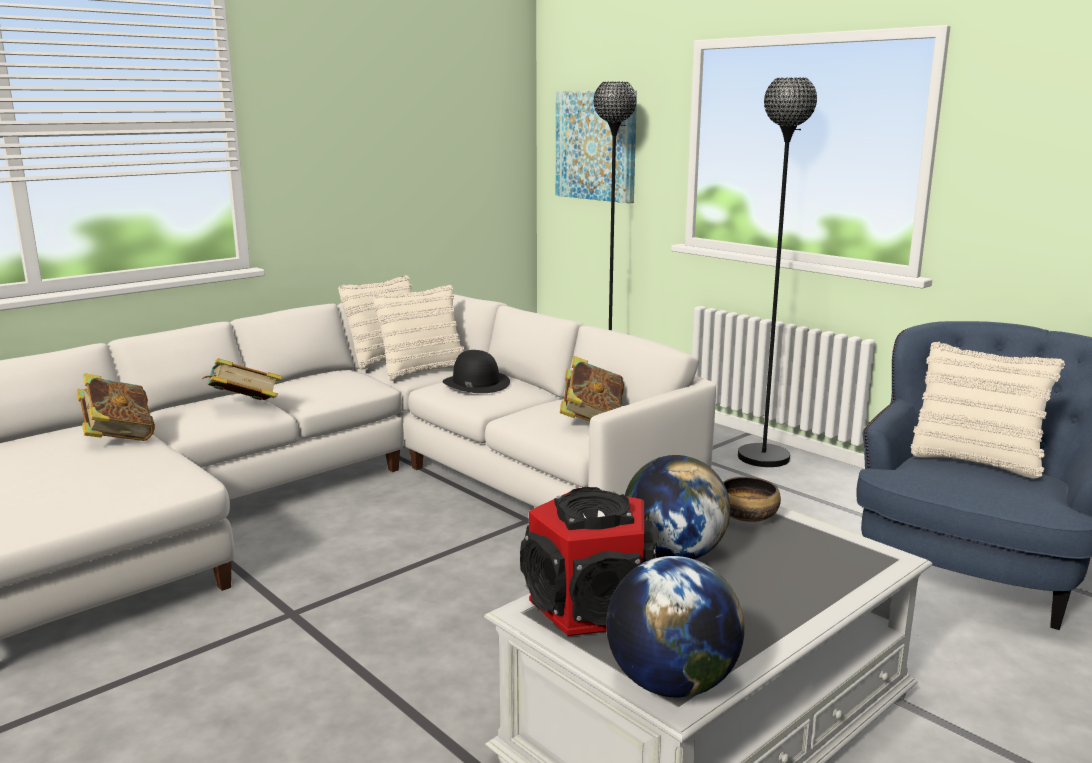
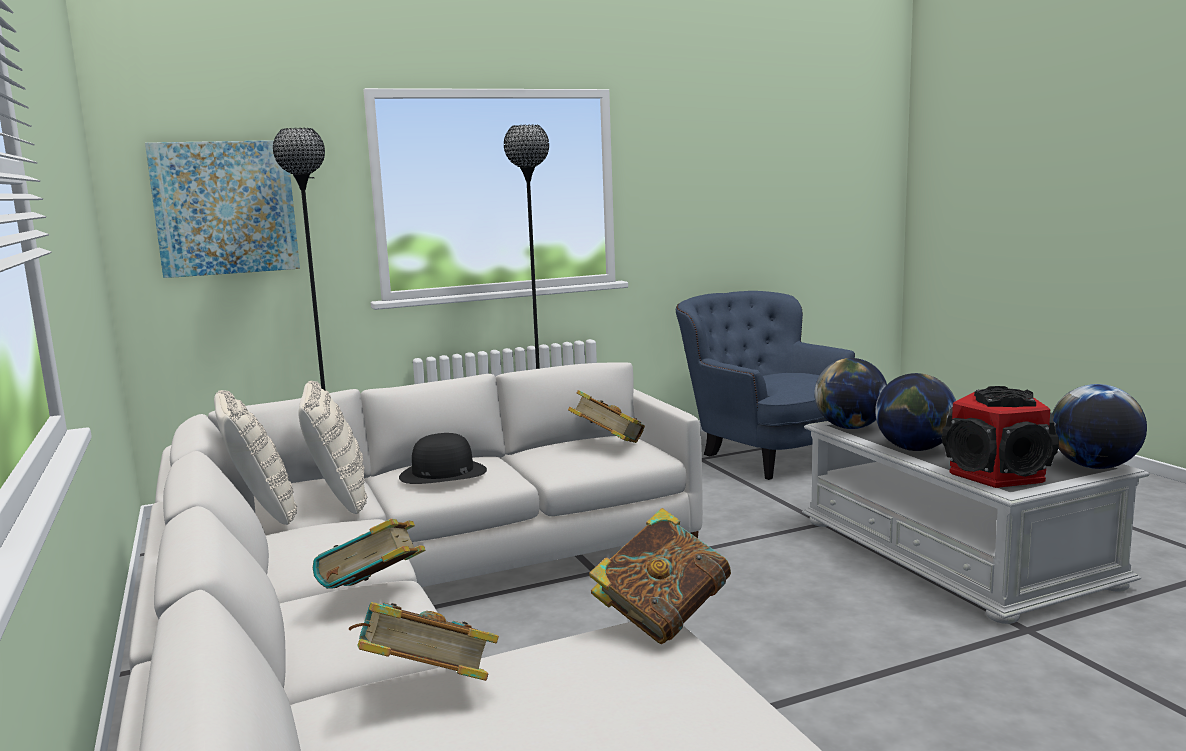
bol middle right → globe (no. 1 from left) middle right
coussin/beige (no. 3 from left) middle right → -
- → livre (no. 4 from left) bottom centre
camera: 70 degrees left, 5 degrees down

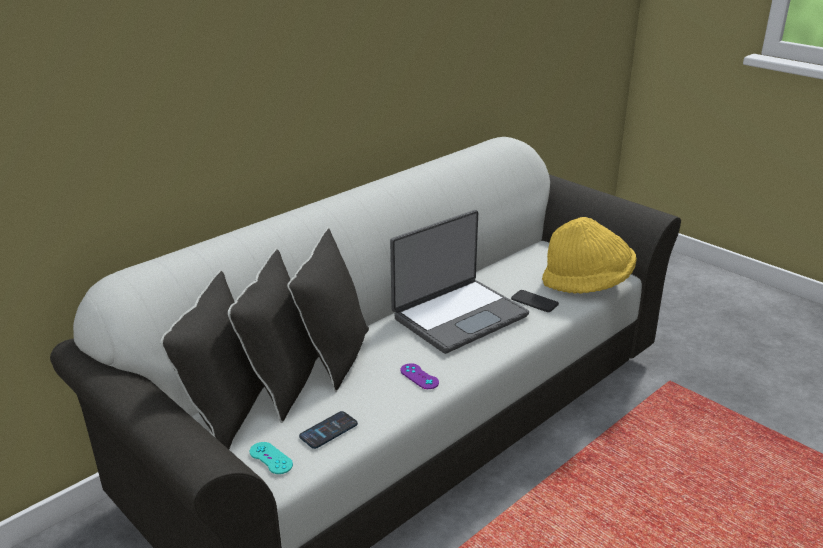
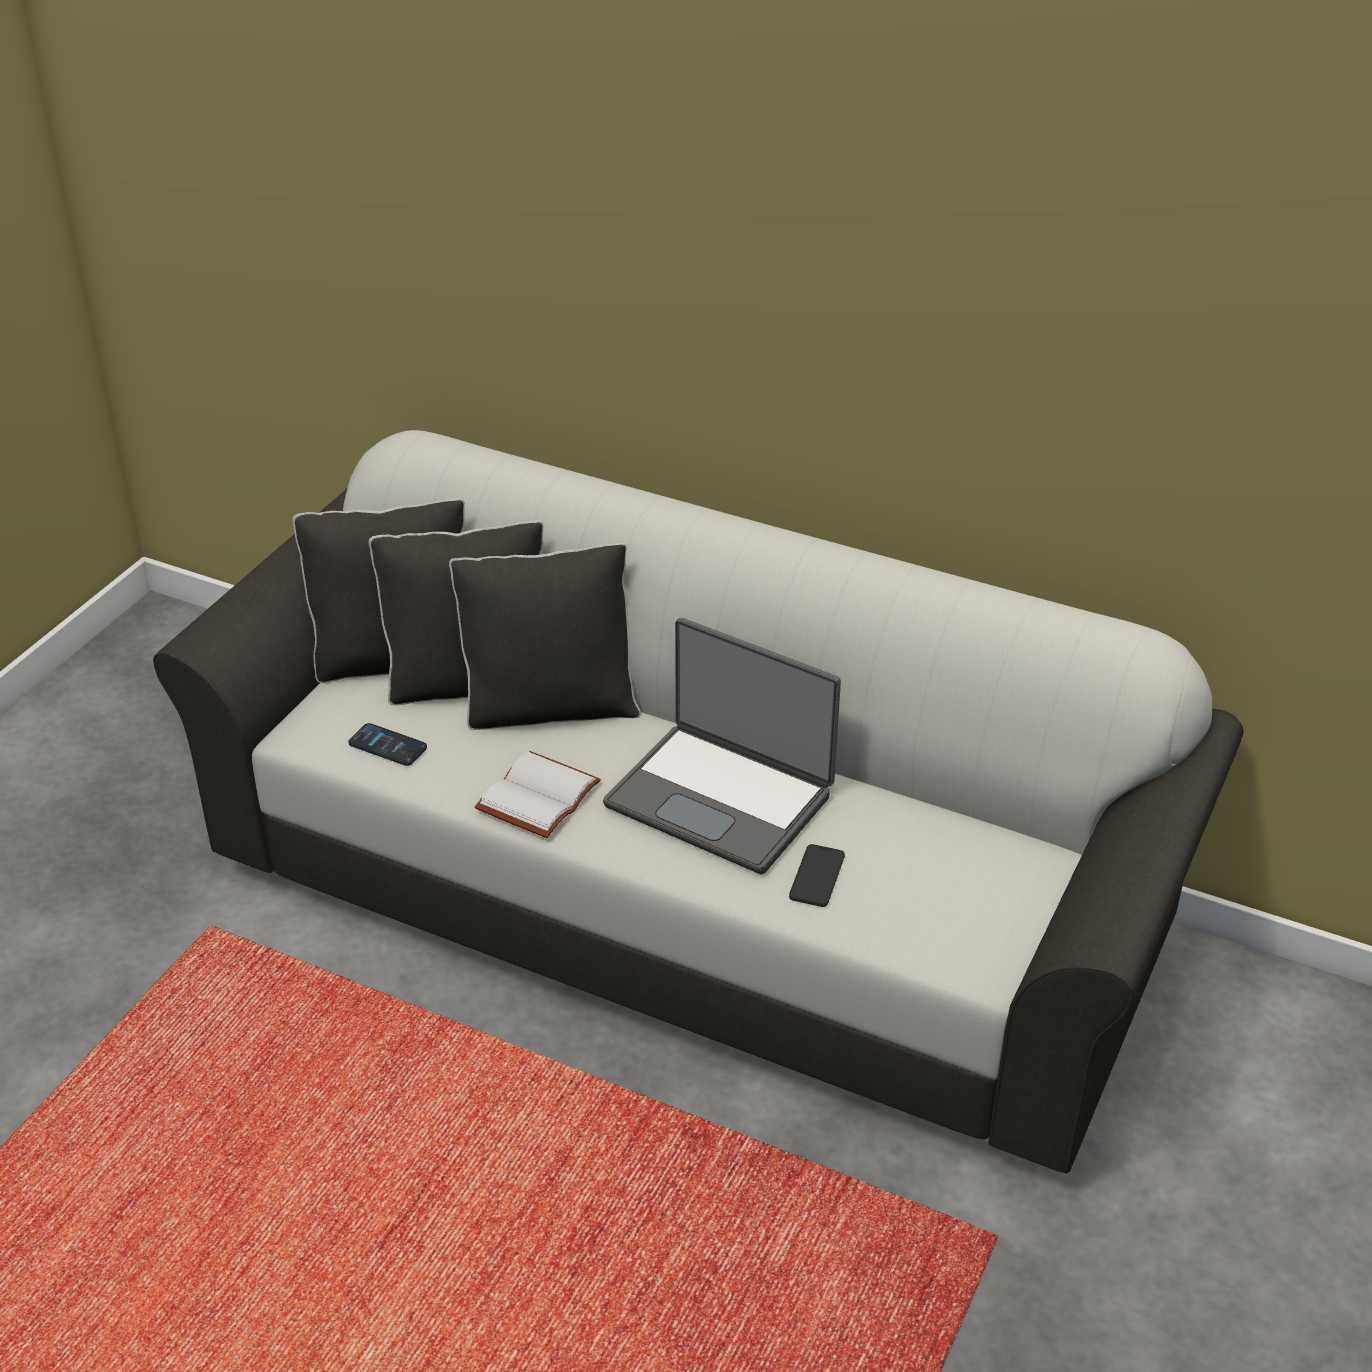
manette/turquoise bottom left → -
manette/violet bottom centre → livre/blanc centre
chapeau/jaune middle right → -
camera: 70 degrees right, 10 degrees up

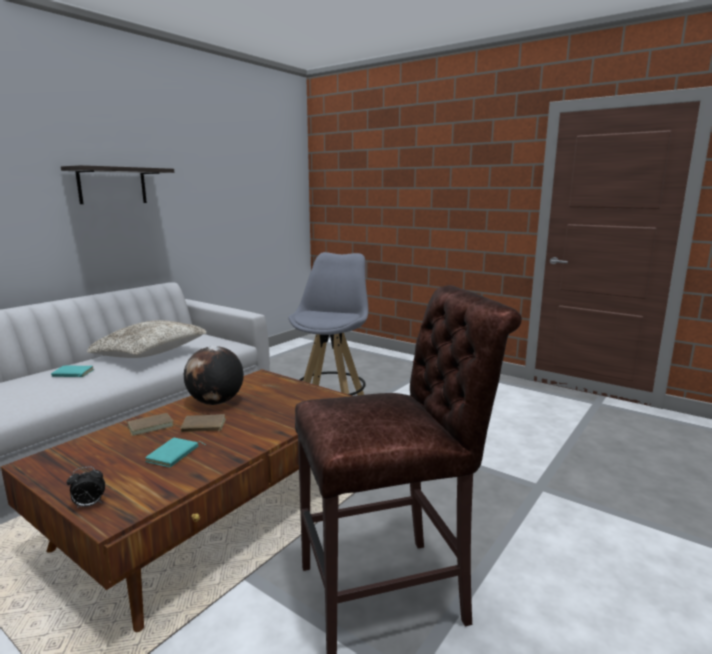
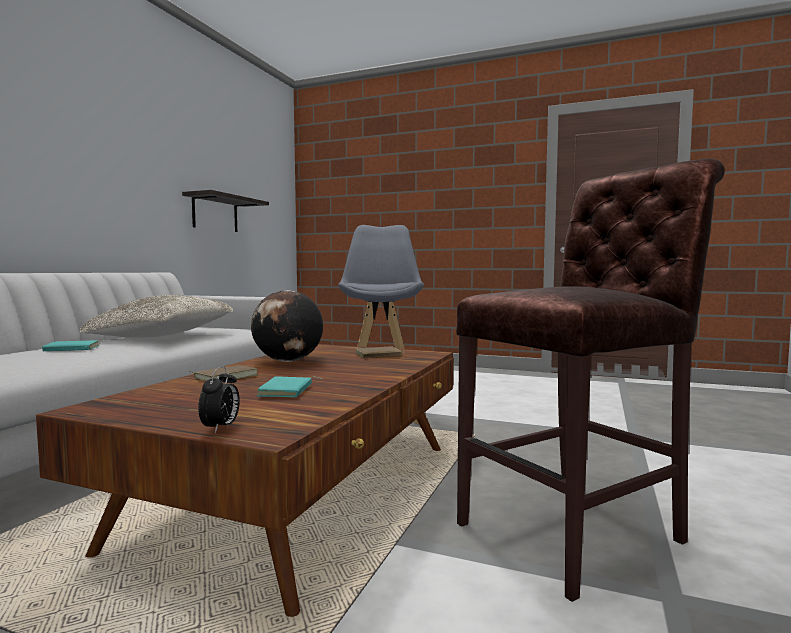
étagère top left → étagère middle left, relocated
réveil bottom left → réveil middle left, 45 degrees counterclockwise
livre/marron (no. 2 from left) middle left → livre/marron (no. 2 from left) centre, relocated
camera: 15 degrees left, 10 degrees down

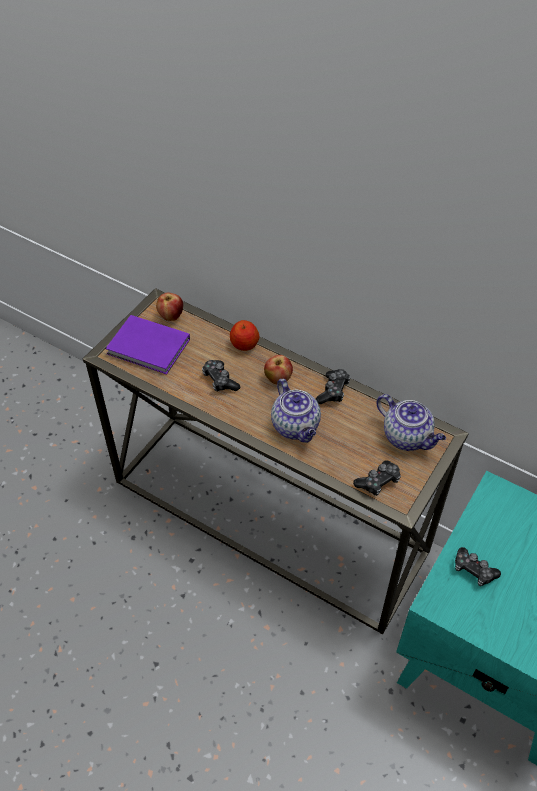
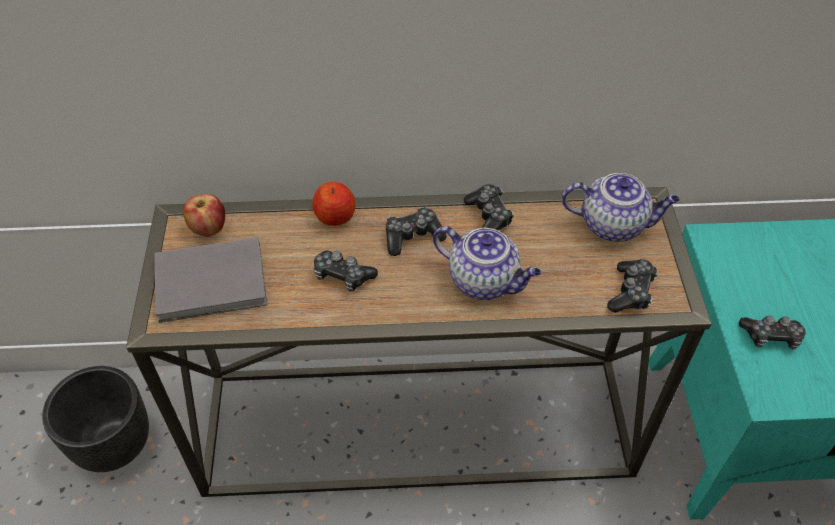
livre/violet middle left → livre/gris middle left
pomme (no. 3 from left) centre → manette (no. 2 from left) centre
- → cache-pot/noir bottom left
camera: 35 degrees left, 0 degrees up

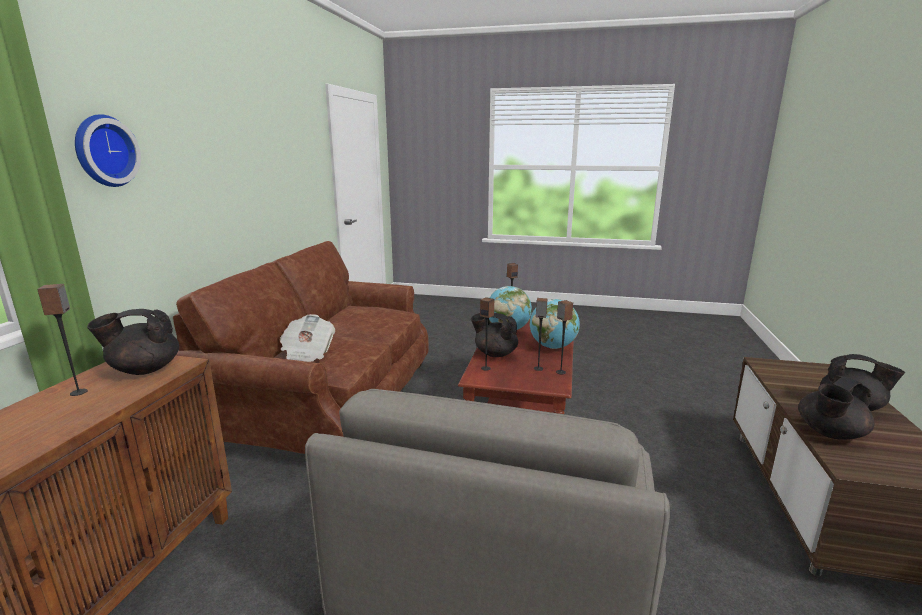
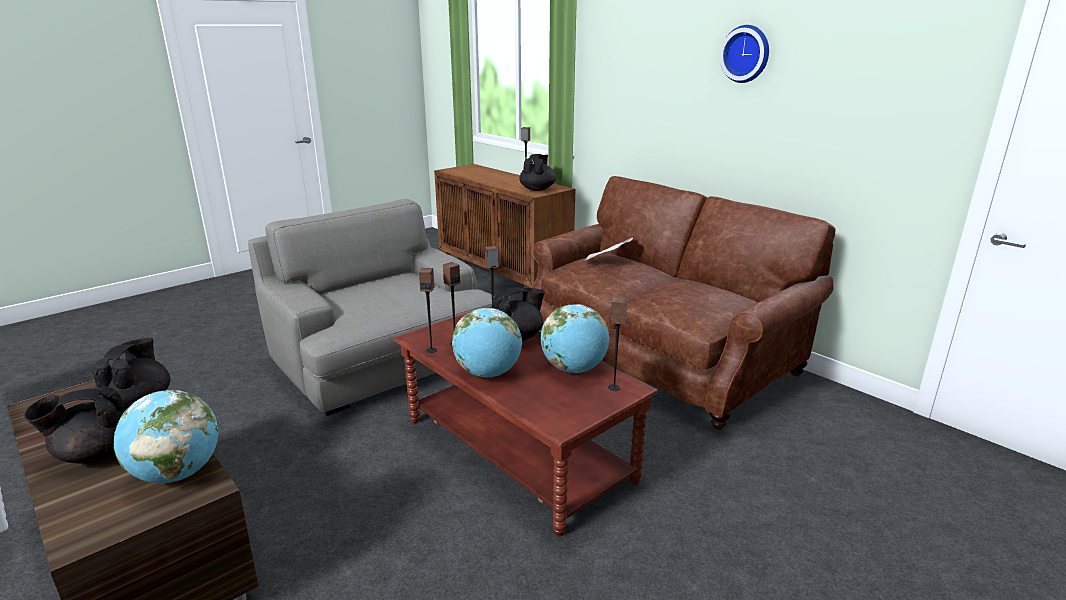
horloge murale top left → horloge murale top right, relocated
- → globe (no. 1 from left) bottom left
camera: 125 degrees right, 5 degrees up

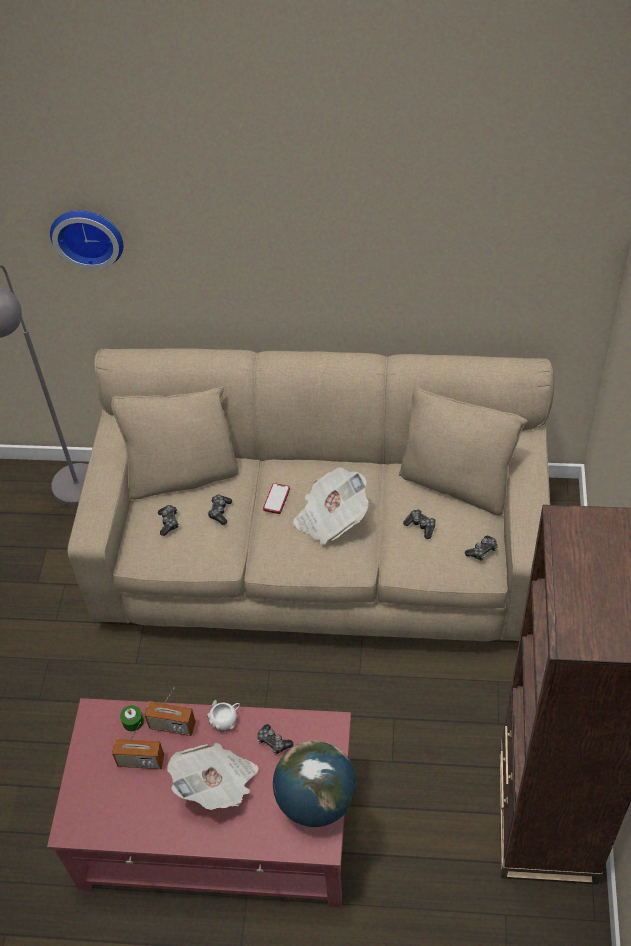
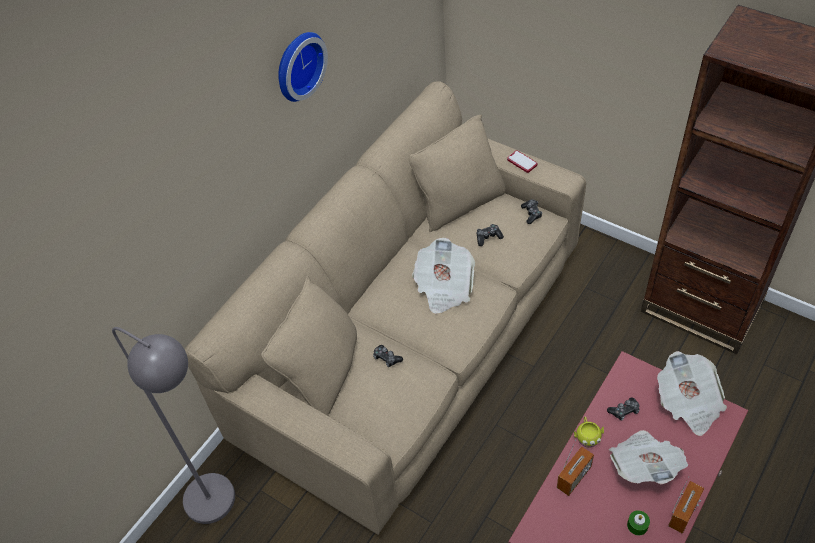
horloge murale top left → horloge murale top centre, relocated
radio (no. 1 from left in the first image) bottom left → radio (no. 2 from left) bottom right, relocated
bougie/vert bottom left → bougie/vert bottom right, relocated
manette (no. 1 from left) middle left → -
mug/blanc bottom centre → mug/jaune bottom right
téléphone centre → téléphone top centre, relocated
globe bottom centre → journal (no. 3 from left) bottom right
camera: 60 degrees left, 0 degrees up

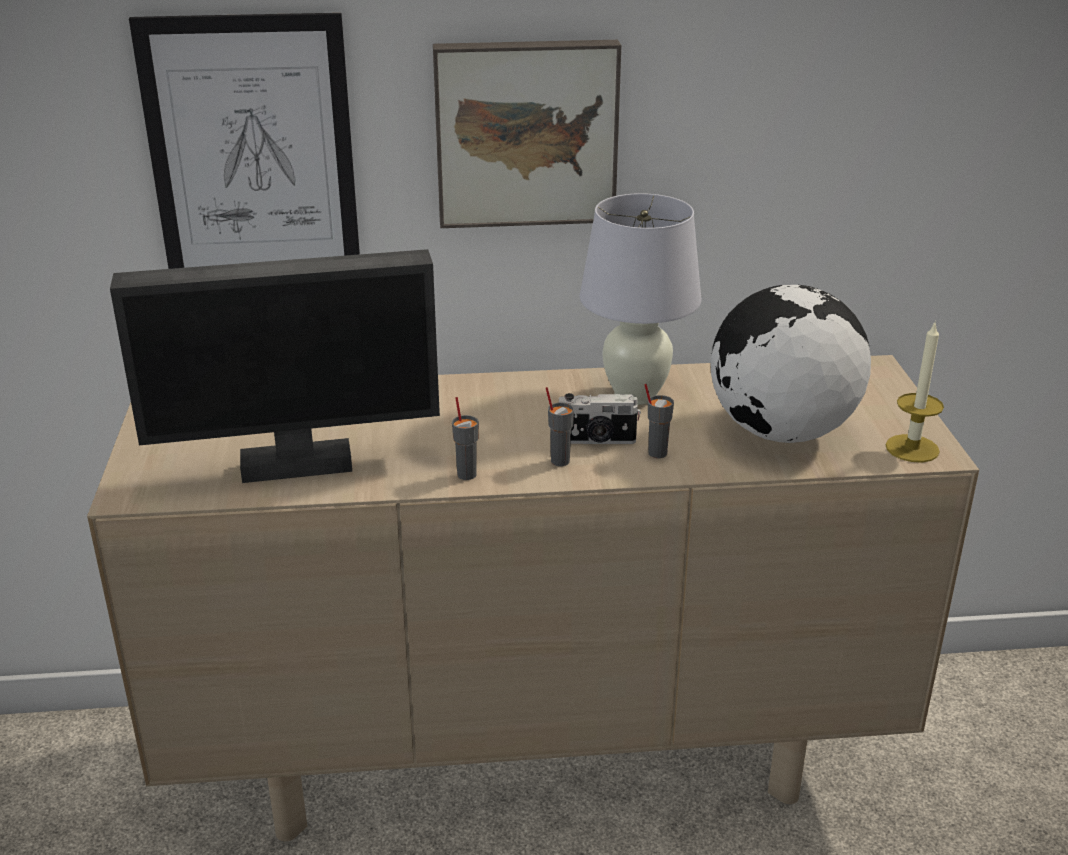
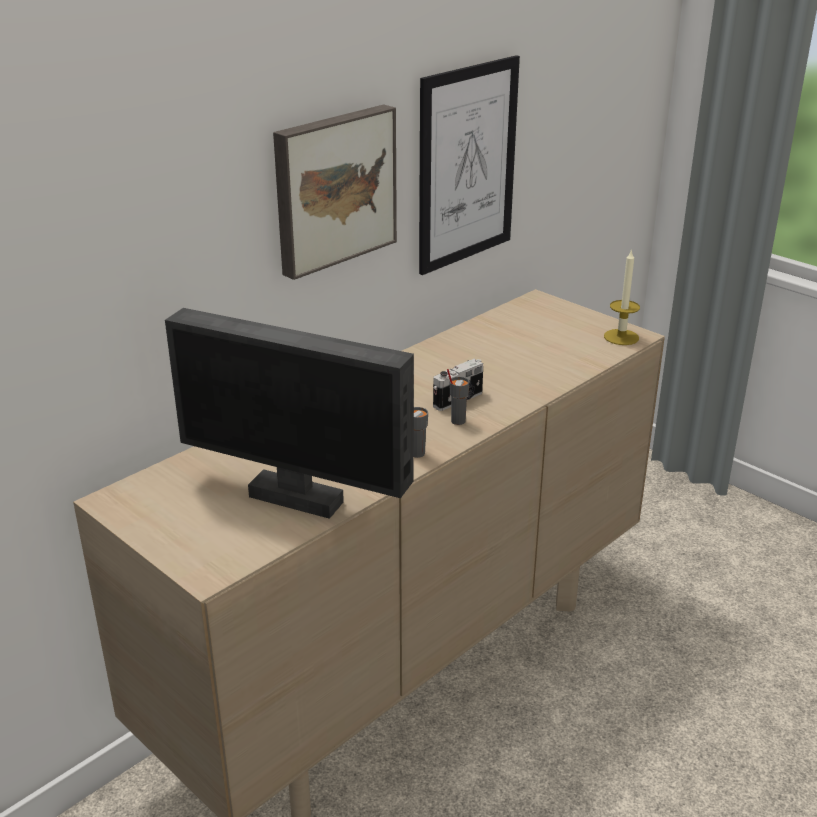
écran d'ordinateur middle left → écran d'ordinateur centre, 75 degrees clockwise
tableau (no. 1 from left in the first image) top left → tableau (no. 2 from left) top centre, relocated
lampe de table/blanc centre → -
tasse/gris (no. 3 from left) centre → -
globe middle right → -
camera: 40 degrees left, 0 degrees up

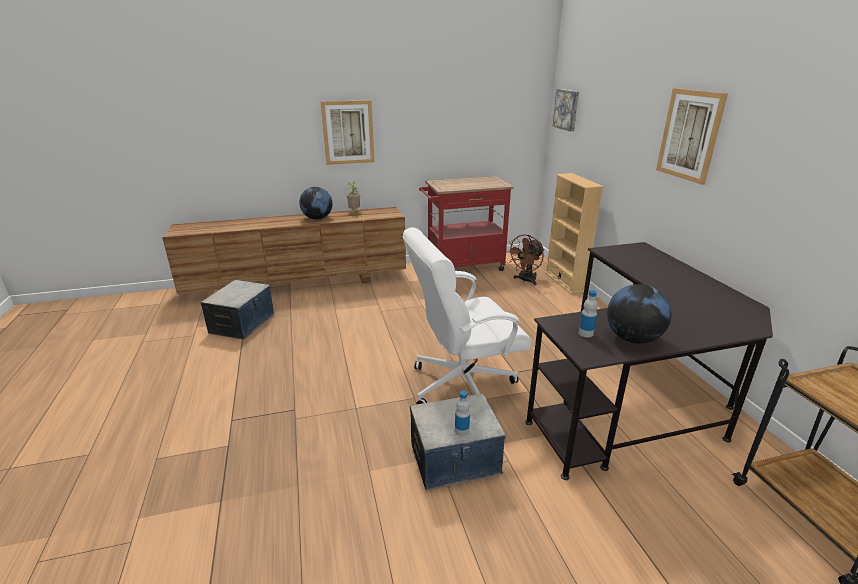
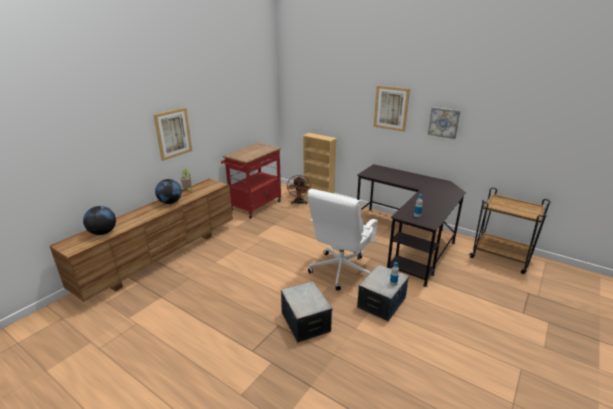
boîte de rangement (no. 1 from left) middle left → boîte de rangement (no. 1 from left) bottom centre, relocated
tableau (no. 2 from left in the first image) top centre → tableau (no. 3 from left) top right, relocated
globe (no. 2 from left in the first image) middle right → globe (no. 1 from left) middle left, relocated
camera: 40 degrees left, 0 degrees up

